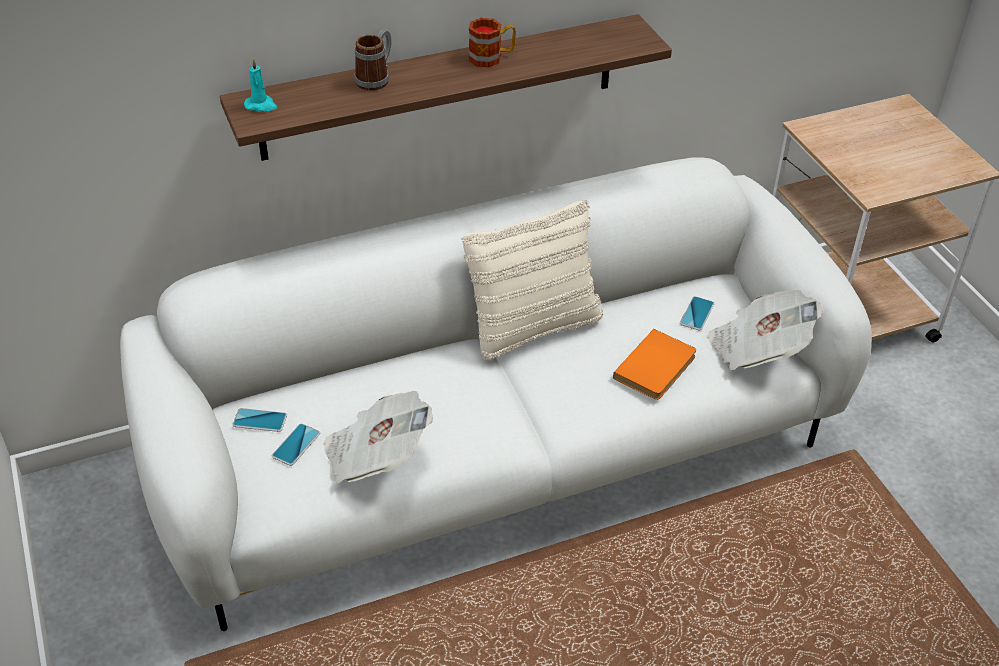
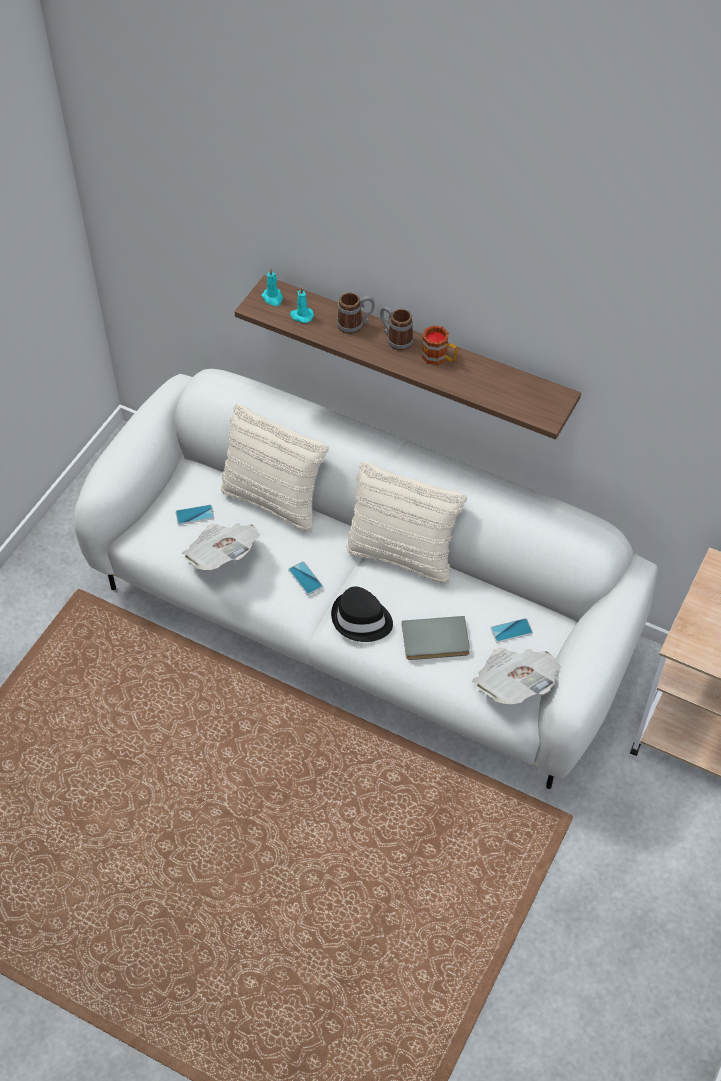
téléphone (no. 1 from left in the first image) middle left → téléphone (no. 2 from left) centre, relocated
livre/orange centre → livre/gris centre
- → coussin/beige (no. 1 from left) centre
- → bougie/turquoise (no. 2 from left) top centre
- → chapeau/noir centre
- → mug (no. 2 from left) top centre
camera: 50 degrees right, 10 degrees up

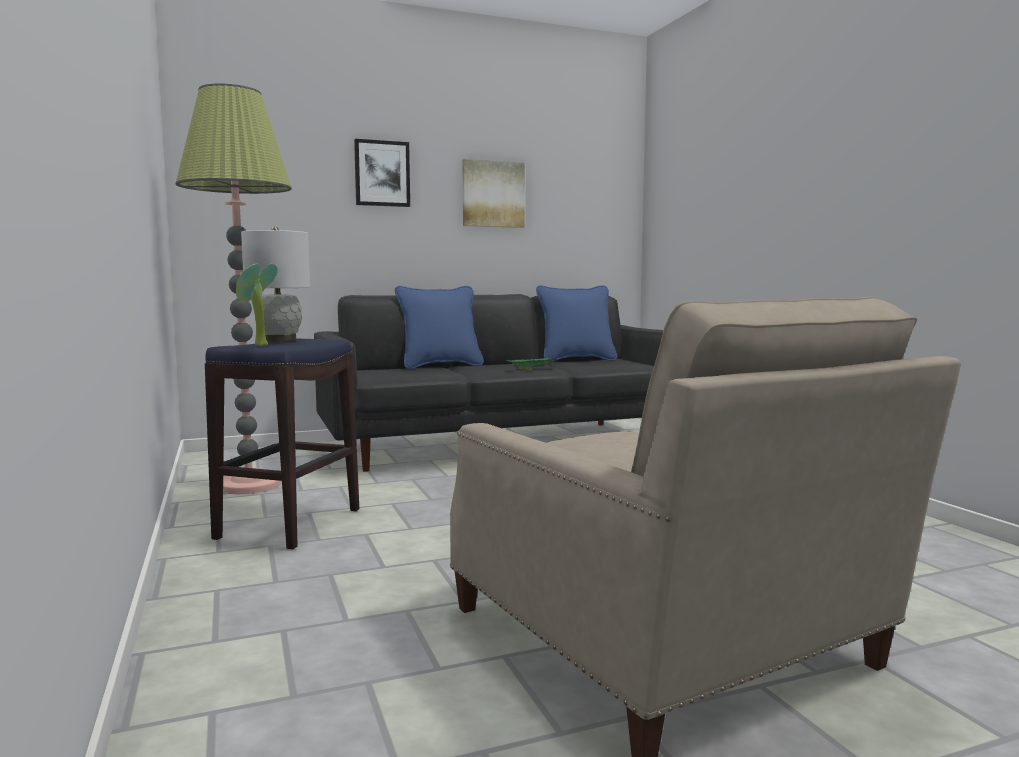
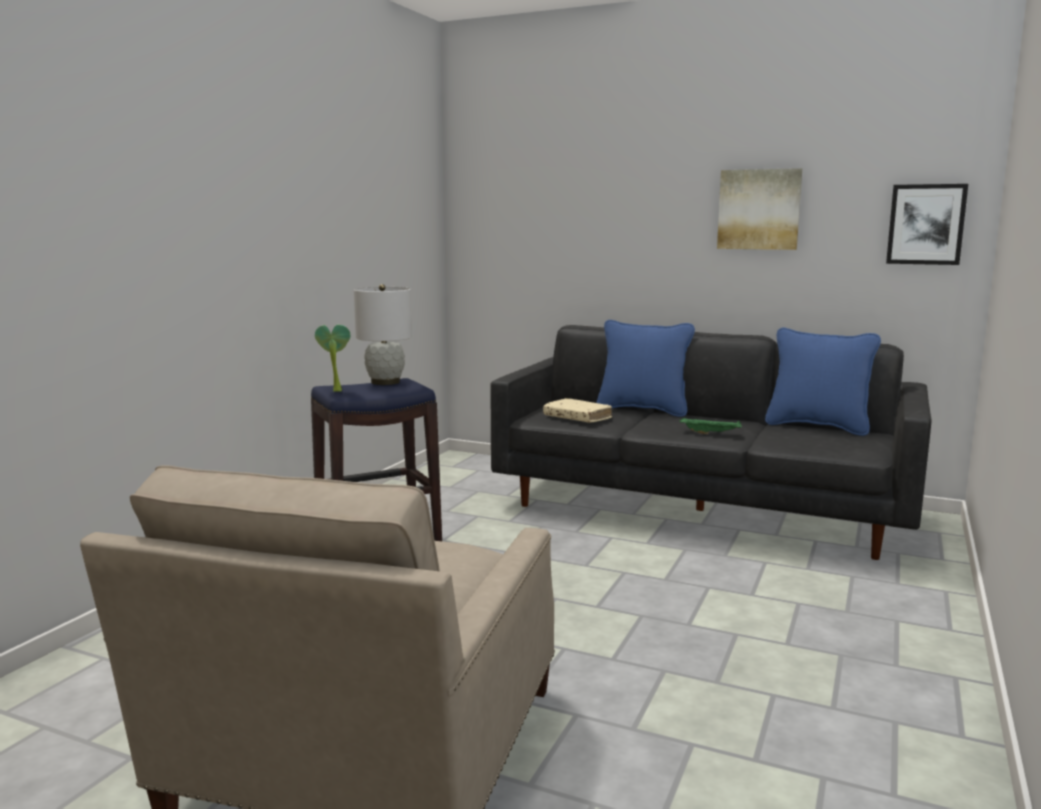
lampadaire middle left → -
tableau (no. 1 from left in the first image) top centre → tableau (no. 2 from left) top right, relocated
- → livre/beige centre
camera: 45 degrees right, 5 degrees up

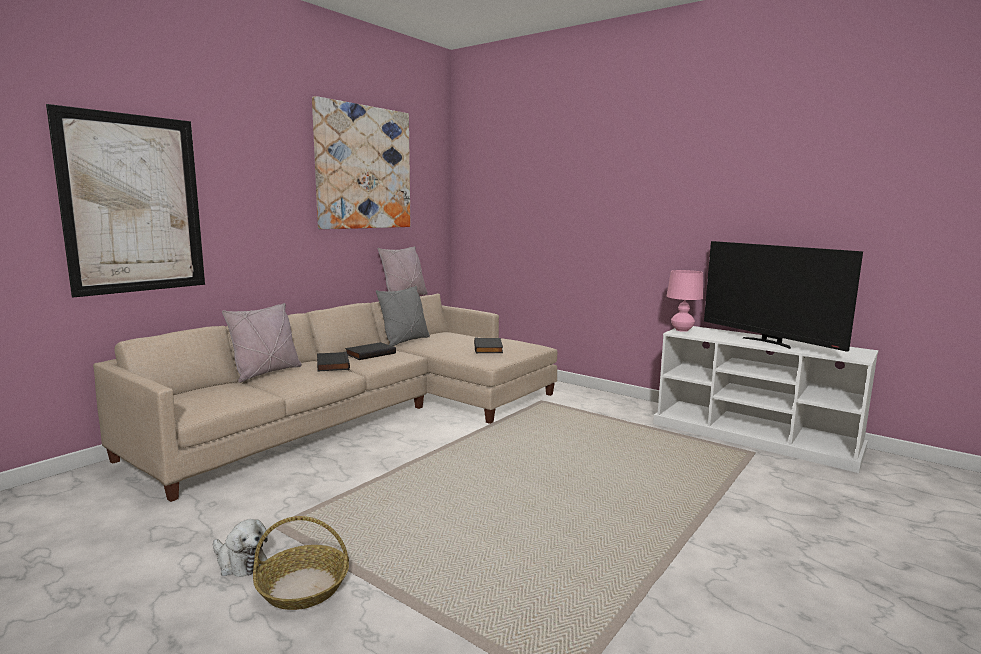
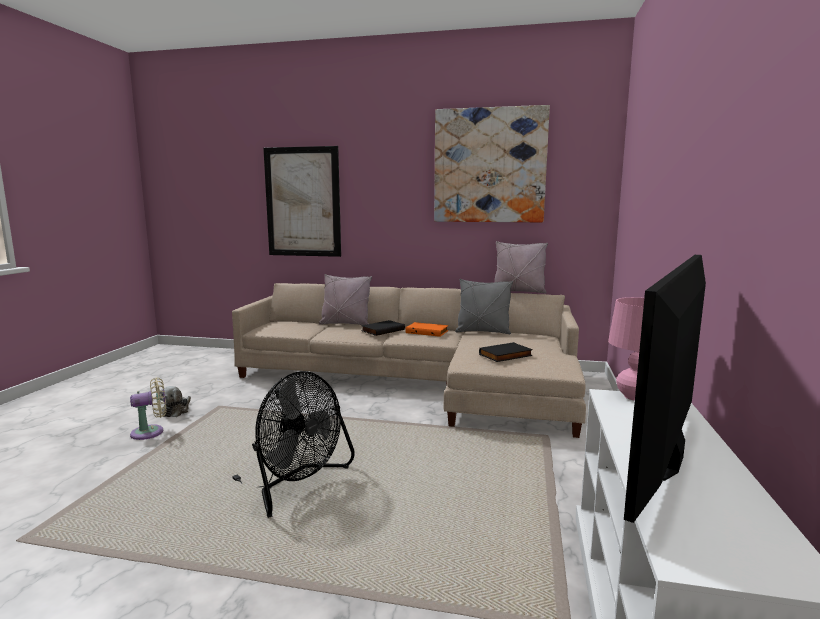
panier bottom left → ventilateur/beige middle left
livre/noir (no. 2 from left) centre → livre/orange centre
- → ventilateur/noir bottom centre
camera: 65 degrees right, 0 degrees up

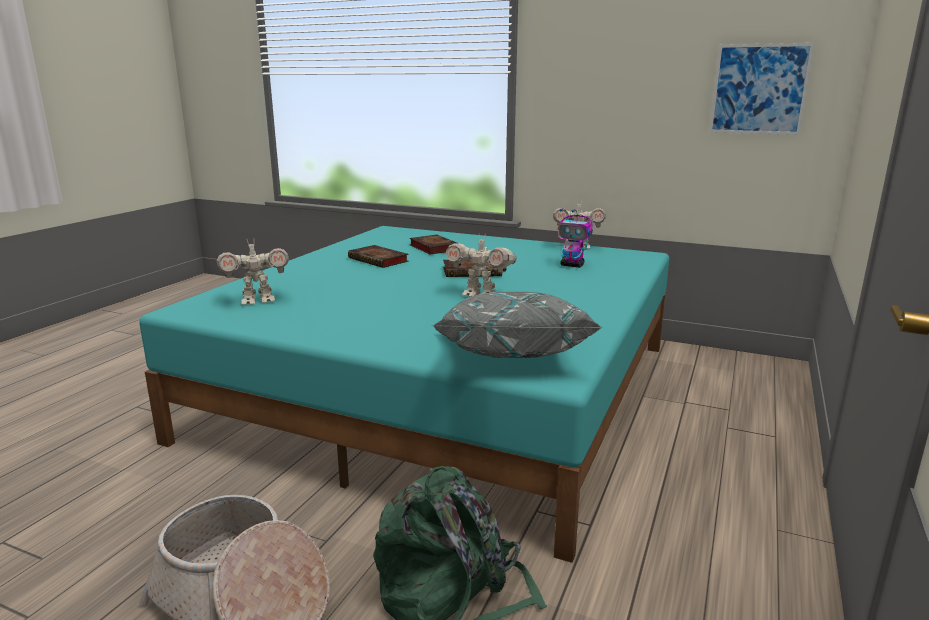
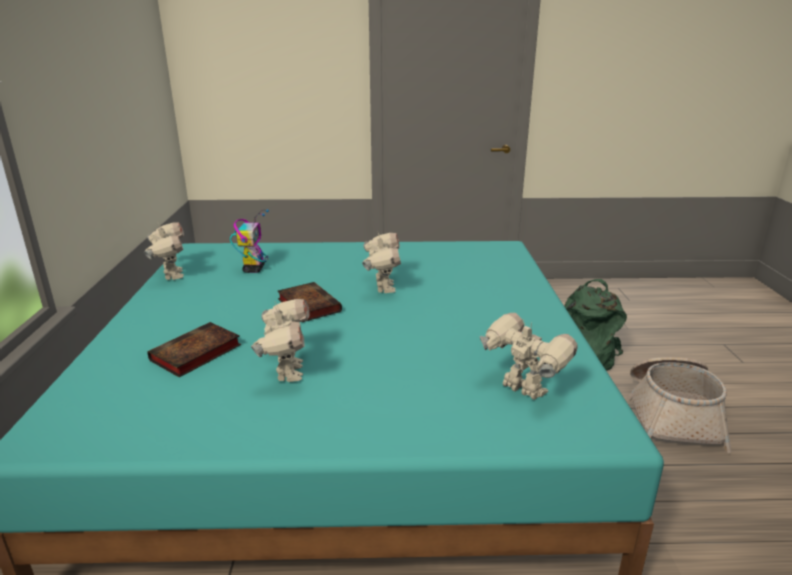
livre (no. 1 from left) centre → robot jouet (no. 3 from left) centre
coussin/gris centre → -
tableau top right → -
camera: 115 degrees left, 5 degrees up

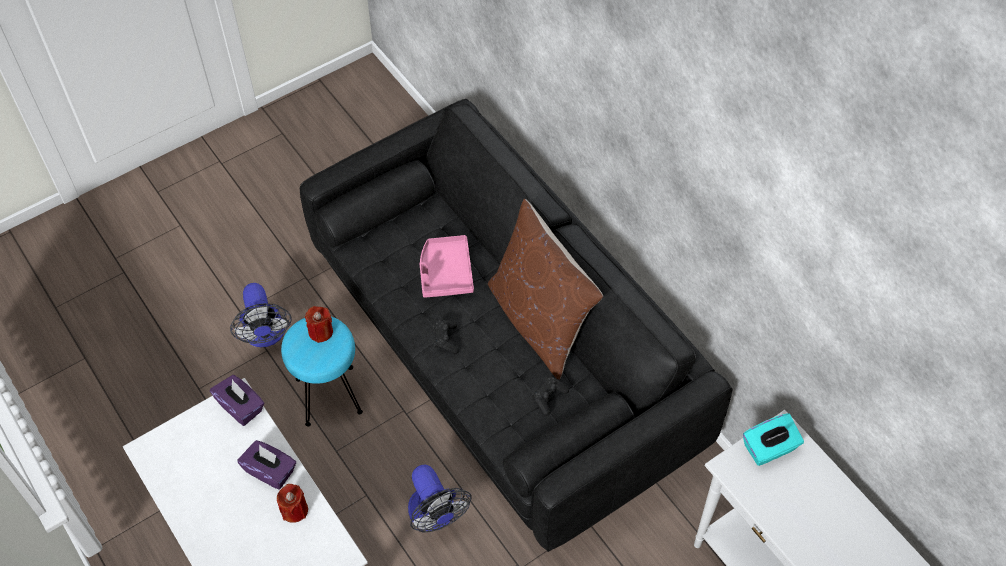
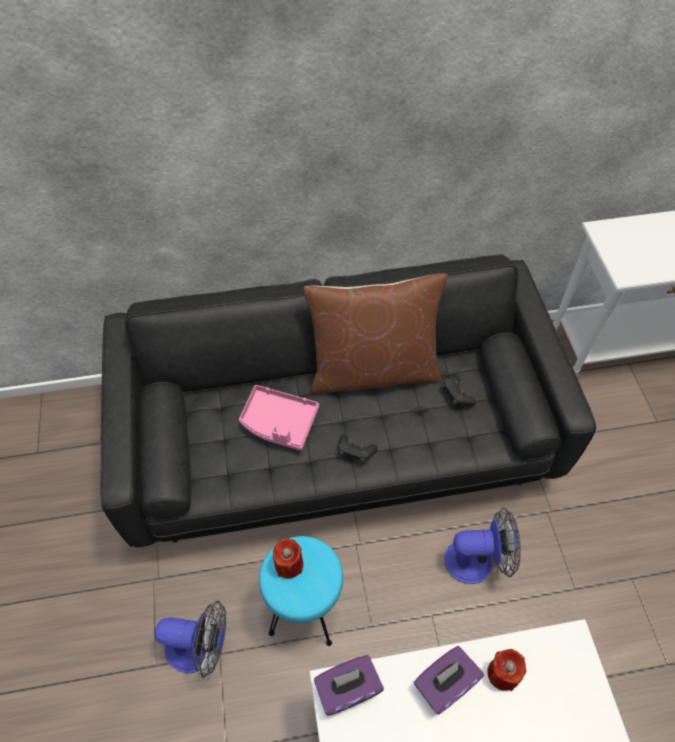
boîte à mouchoirs/turquoise bottom right → -
camera: 65 degrees left, 0 degrees up

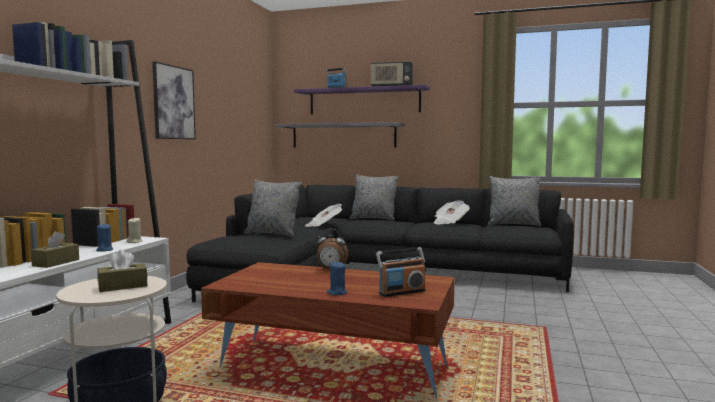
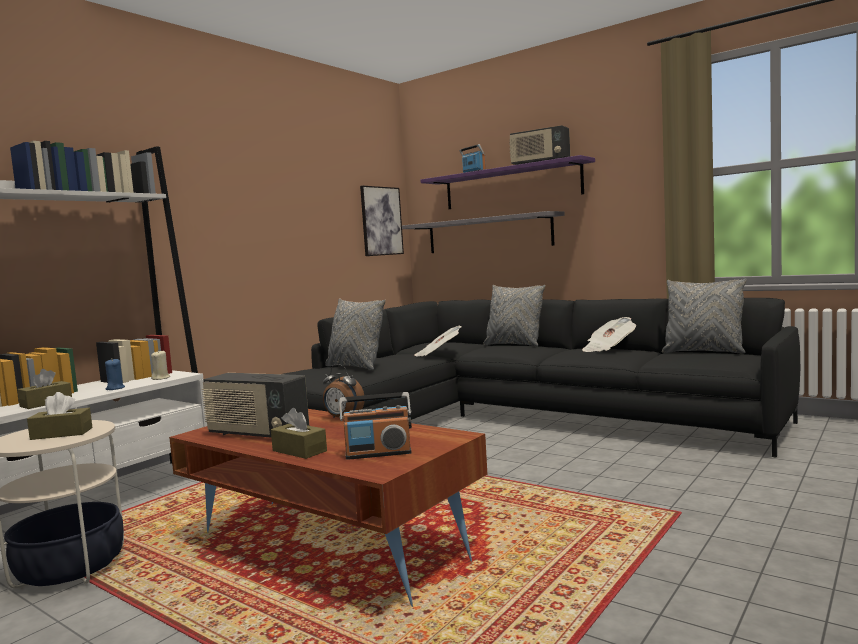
tableau top left → tableau centre, relocated
bougie/bleu (no. 2 from left) bottom centre → boîte à mouchoirs/marron (no. 3 from left) bottom centre
- → radio (no. 1 from left) middle left
camera: 20 degrees right, 0 degrees up

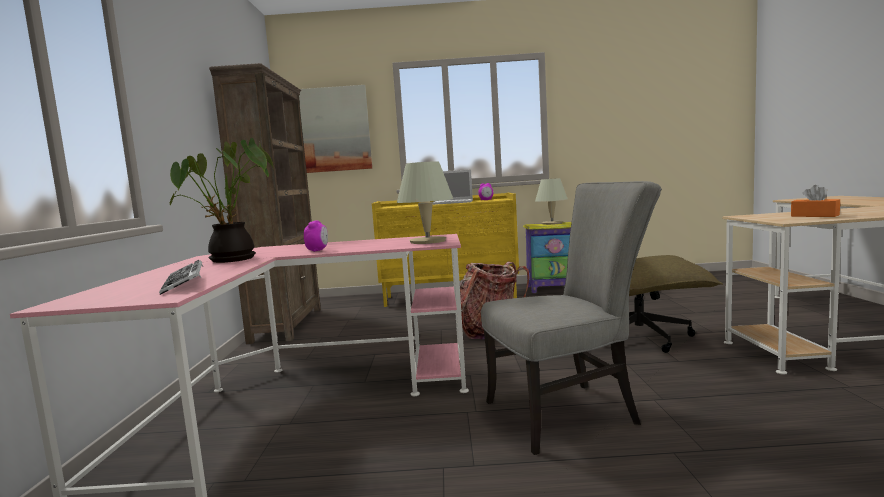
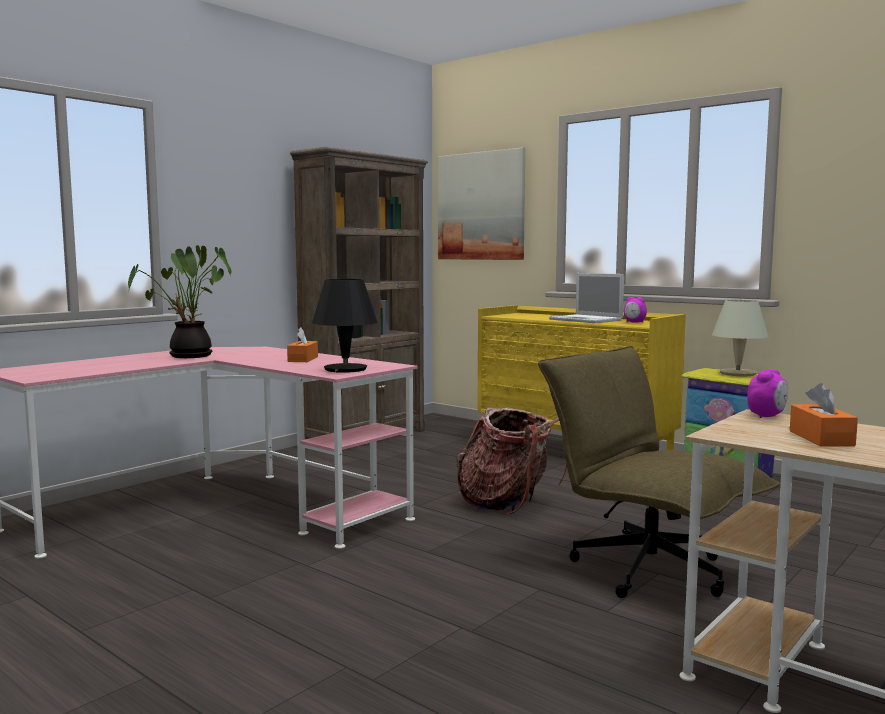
clavier middle left → -
réveil (no. 1 from left in the first image) centre → réveil (no. 2 from left) middle right, relocated
lampe de table/beige (no. 1 from left) centre → lampe de table/noir centre
chaise/gris centre → -
- → boîte à mouchoirs/orange (no. 1 from left) centre
camera: 40 degrees right, 0 degrees up

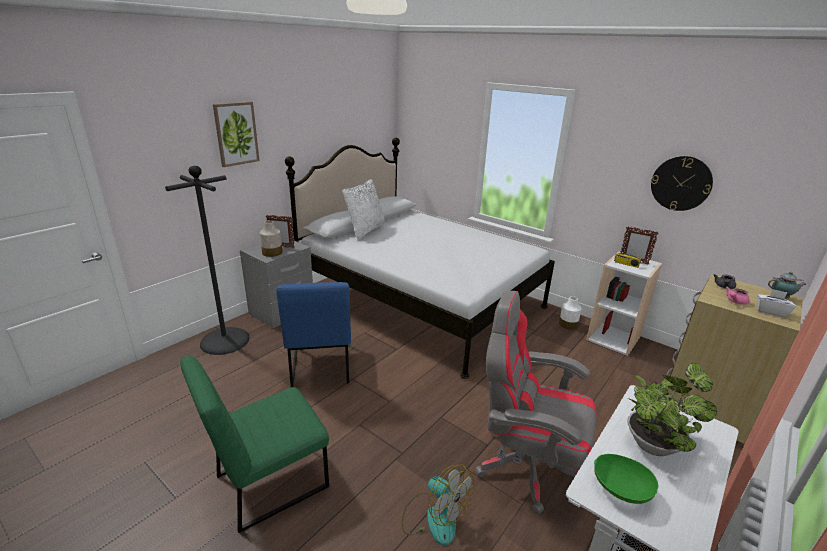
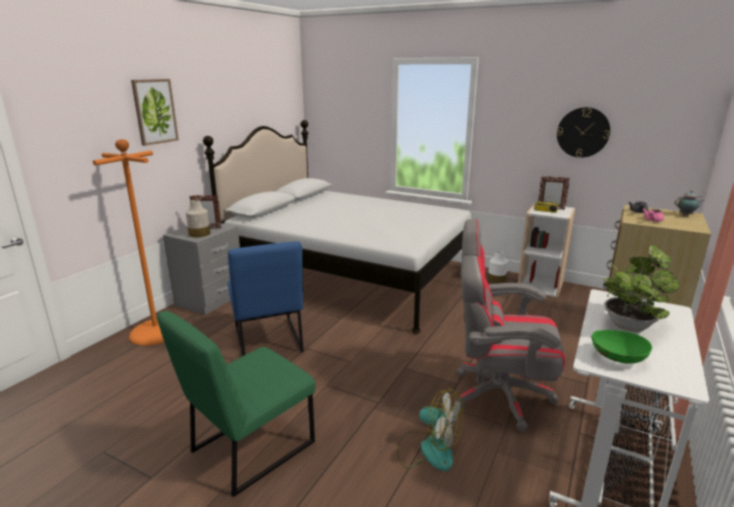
portant/noir middle left → portant/orange middle left
coussin/blanc centre → -
boîte à mouchoirs/blanc middle right → -
camera: 10 degrees left, 5 degrees down

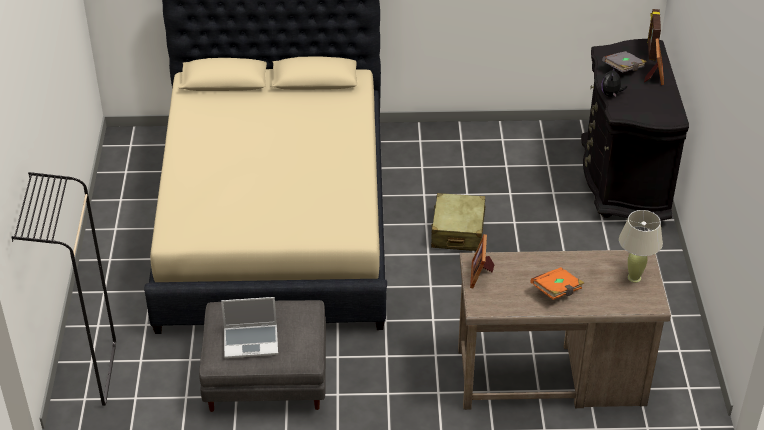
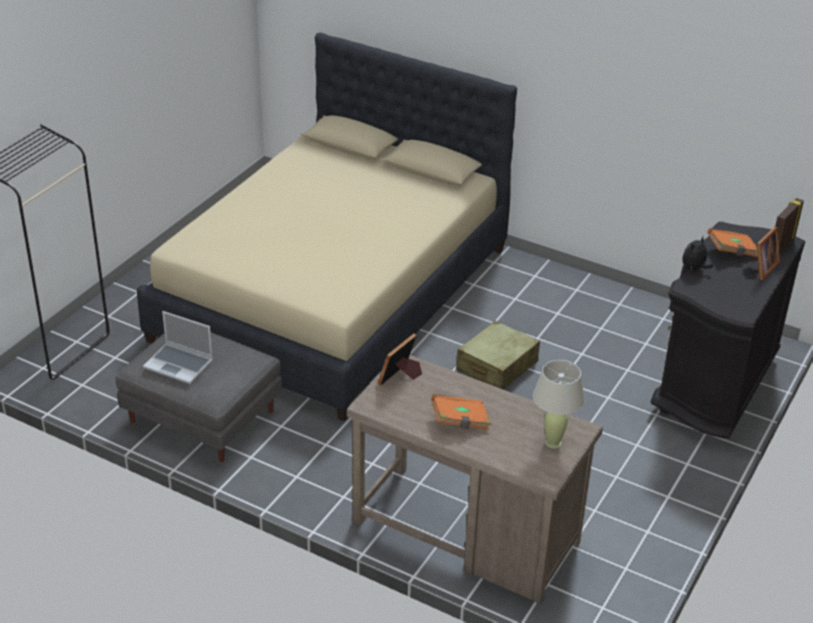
livre/gris top right → livre/orange (no. 2 from left) middle right
camera: 30 degrees right, 5 degrees down

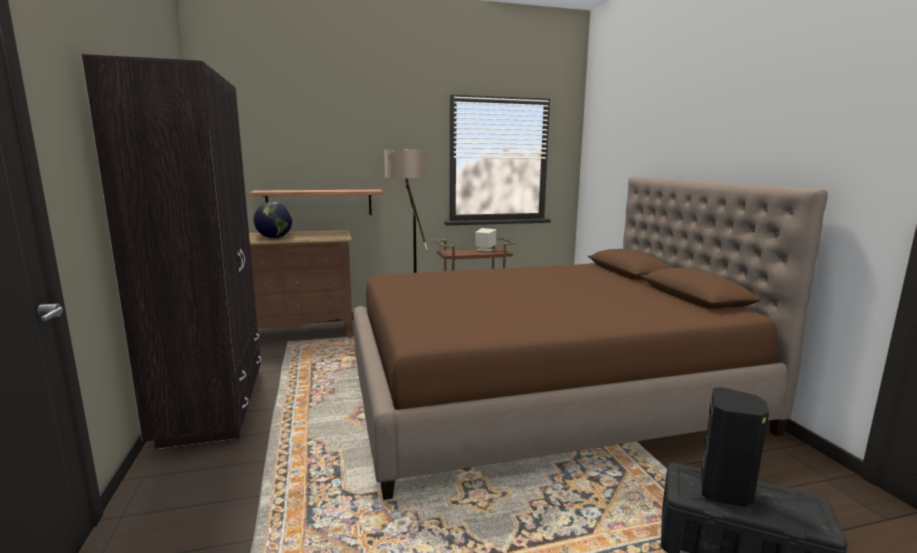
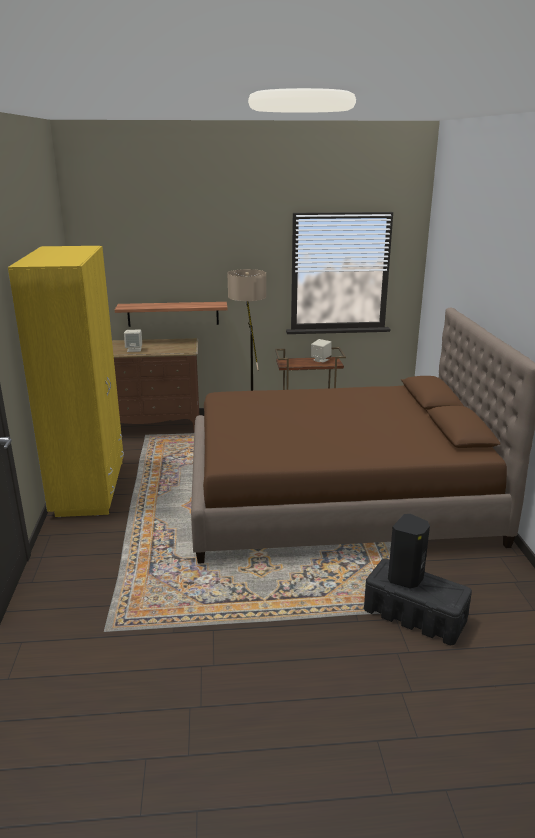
armoire/marron middle left → armoire/jaune middle left
globe middle left → enceinte/beige (no. 1 from left) middle left
camera: 10 degrees right, 10 degrees up

